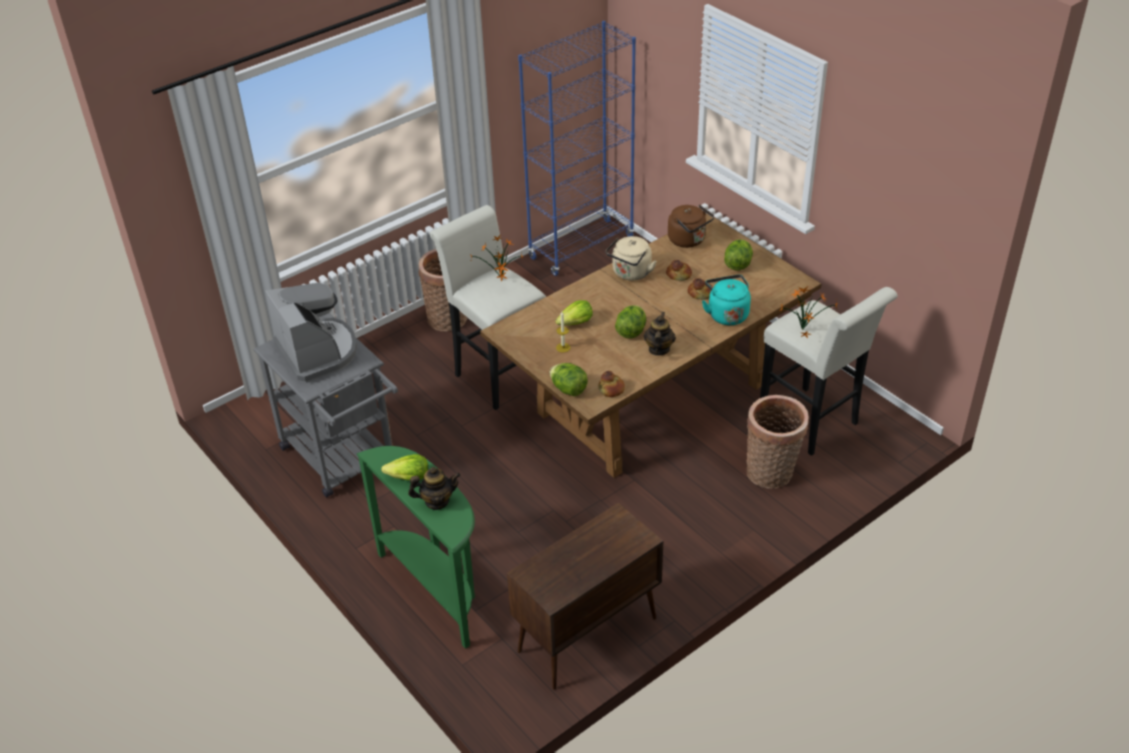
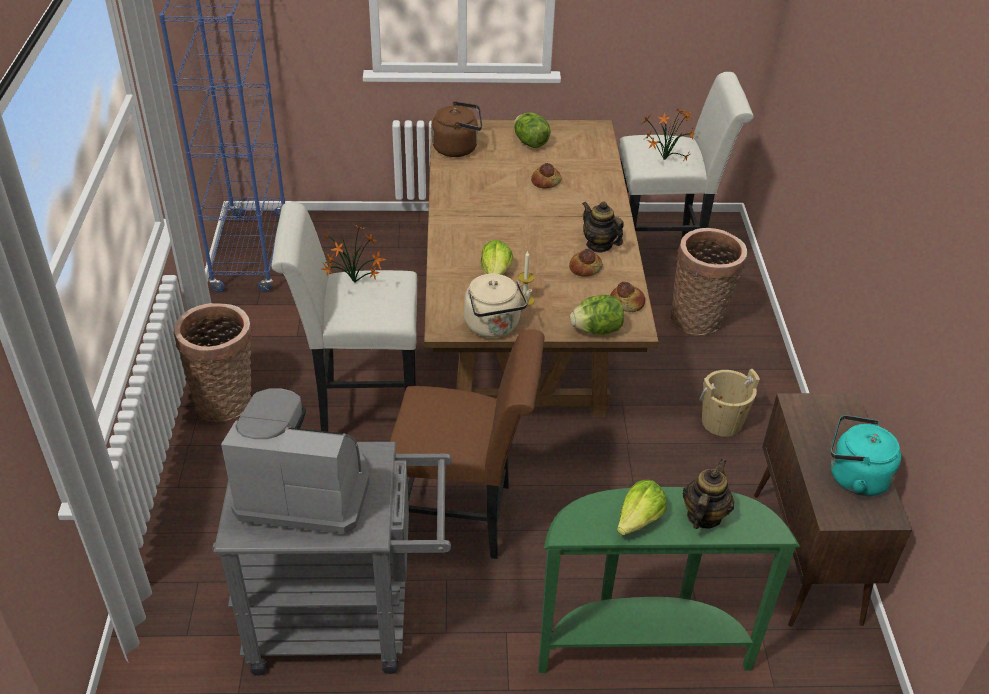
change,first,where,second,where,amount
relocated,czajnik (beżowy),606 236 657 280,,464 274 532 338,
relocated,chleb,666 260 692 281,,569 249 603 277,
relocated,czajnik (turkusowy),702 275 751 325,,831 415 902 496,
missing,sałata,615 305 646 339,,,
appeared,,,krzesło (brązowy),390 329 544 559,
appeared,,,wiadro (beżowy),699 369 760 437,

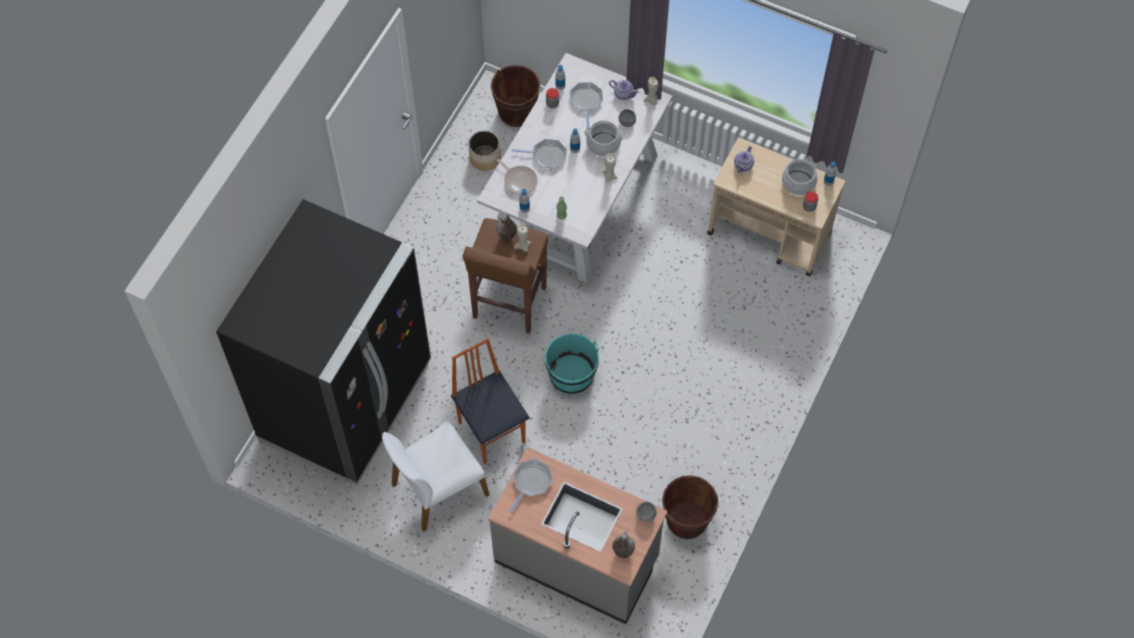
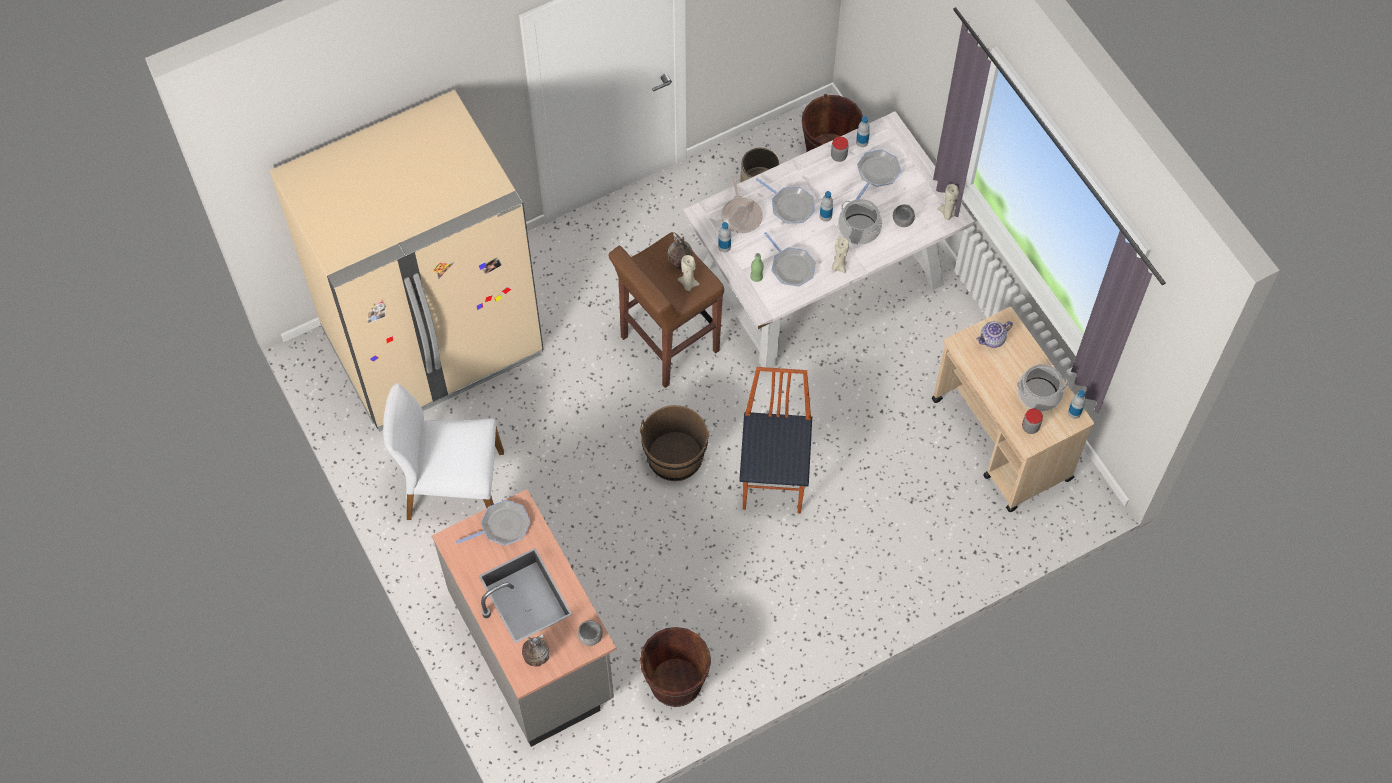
change,first,where,second,where,amount
missing,imbryk,609 80 639 100,,,
colour,lodówka (czarny),216 199 431 485,lodówka (beżowy),270 90 544 432,
colour,wiadro (turkusowy),545 333 599 394,wiadro (brązowy),640 405 709 481,
relocated,krzesło,451 338 529 464,,739 367 812 513,
appeared,,,patelnia,764 232 816 286,

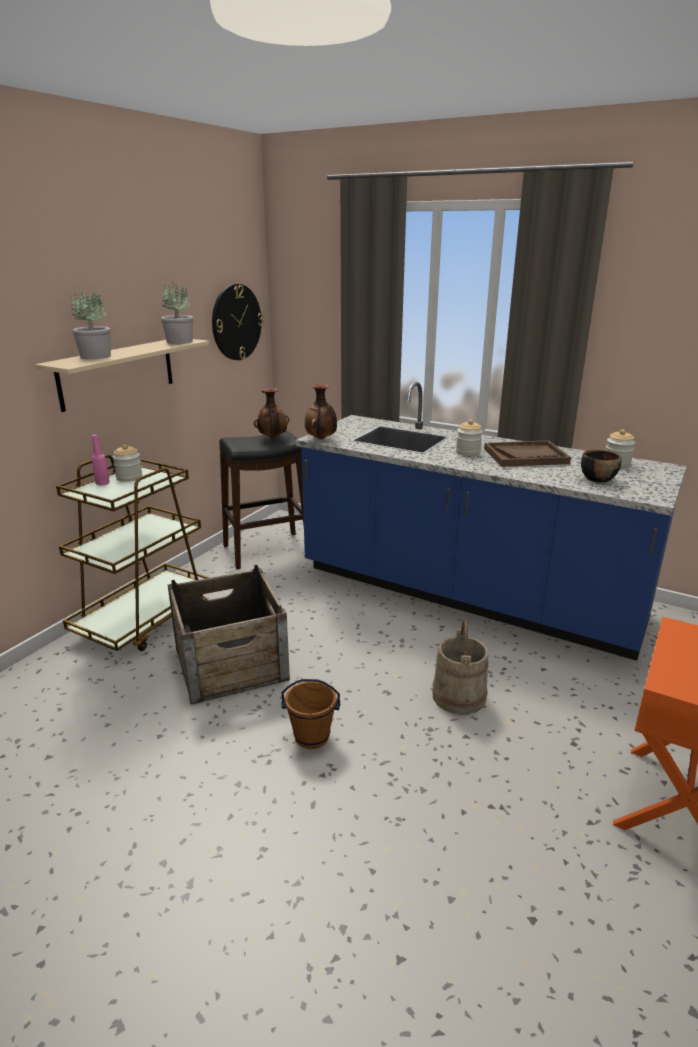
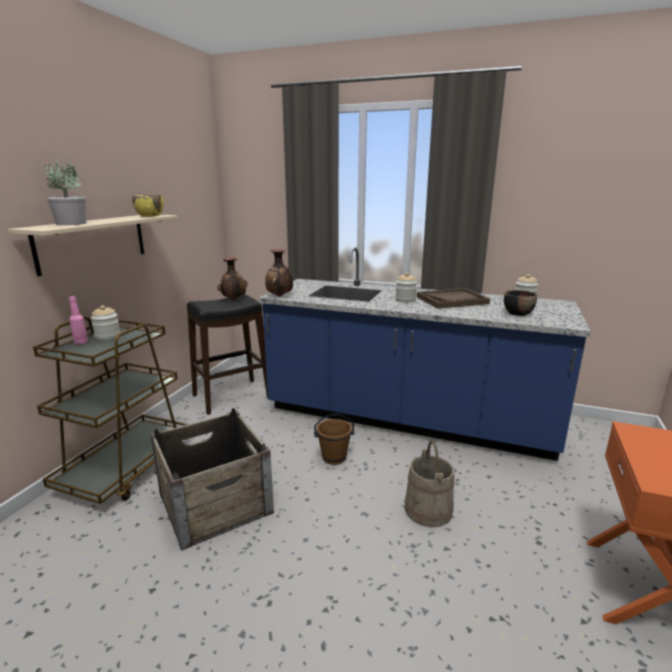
change,first,where,second,where,amount
exchanged,roślina doniczkowa,161 282 193 344,miska (żółty),132 195 164 217,
missing,zegar ścienny,212 284 263 360,,,
relocated,wiadro (brązowy),281 679 340 749,,314 414 354 465,

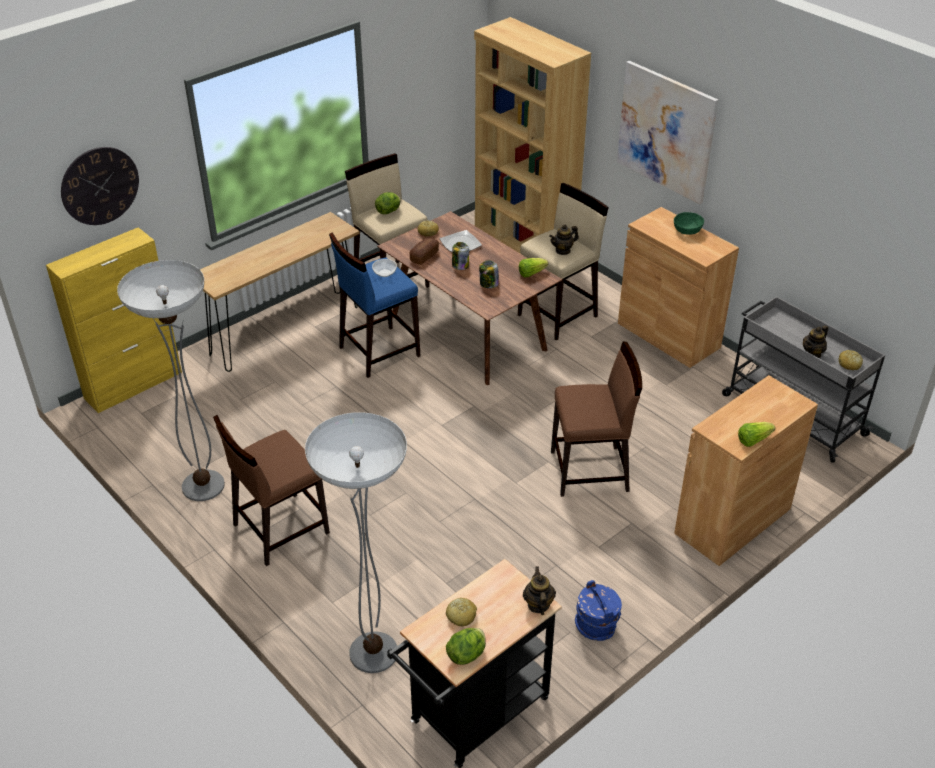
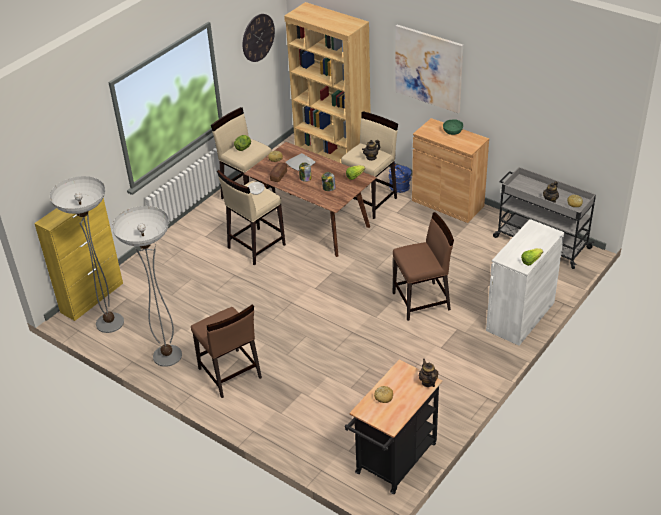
change,first,where,second,where,amount
relocated,zegar ścienny,61 147 139 225,,243 14 275 62,
missing,stolik konsolowy (brązowy),200 212 360 372,,,
colour,stołek (niebieski),329 232 421 378,stołek (beżowy),217 170 286 266,
colour,szafka (brązowy),674 375 818 566,szafka (biały),486 219 564 346,
relocated,lampa stojąca,305 412 407 673,,50 176 124 333,
spun,krzesło (brązowy),213 415 330 566,,191 304 262 398,75 degrees counterclockwise
relocated,wiadro (niebieski),575 580 622 641,,389 163 411 193,
missing,sałata,446 628 486 665,,,

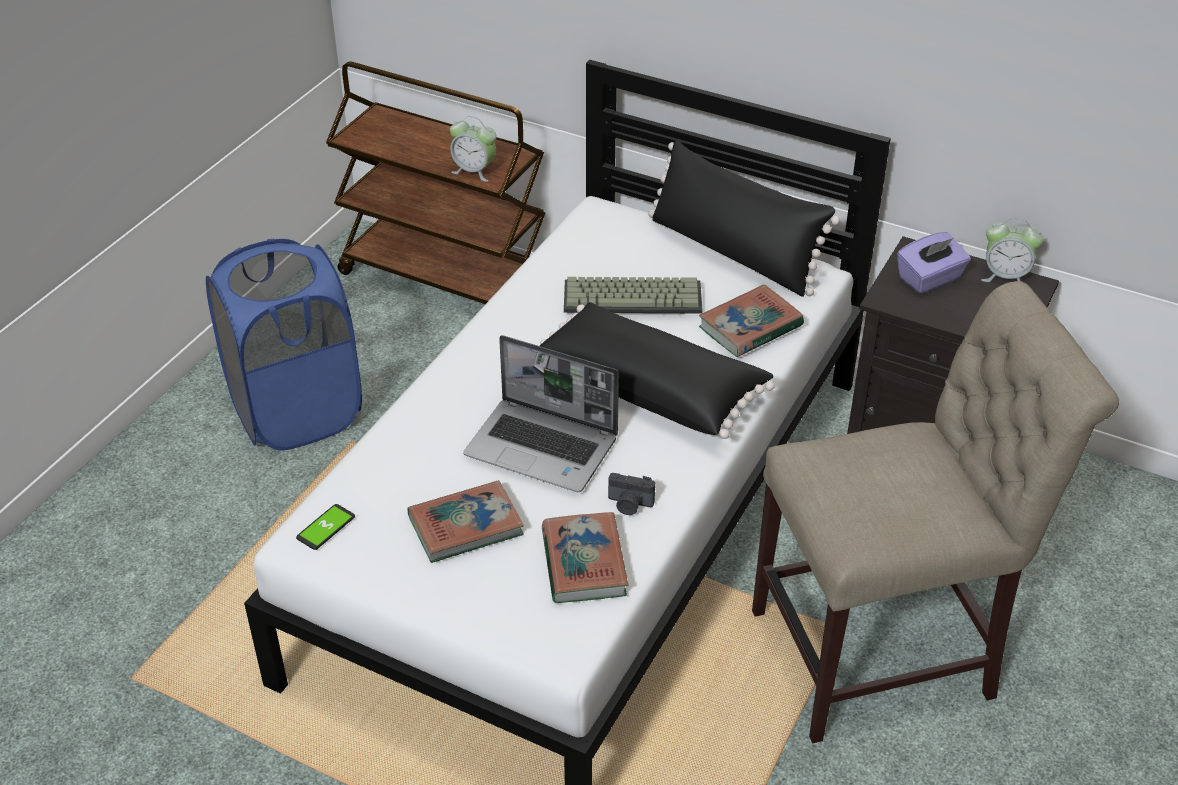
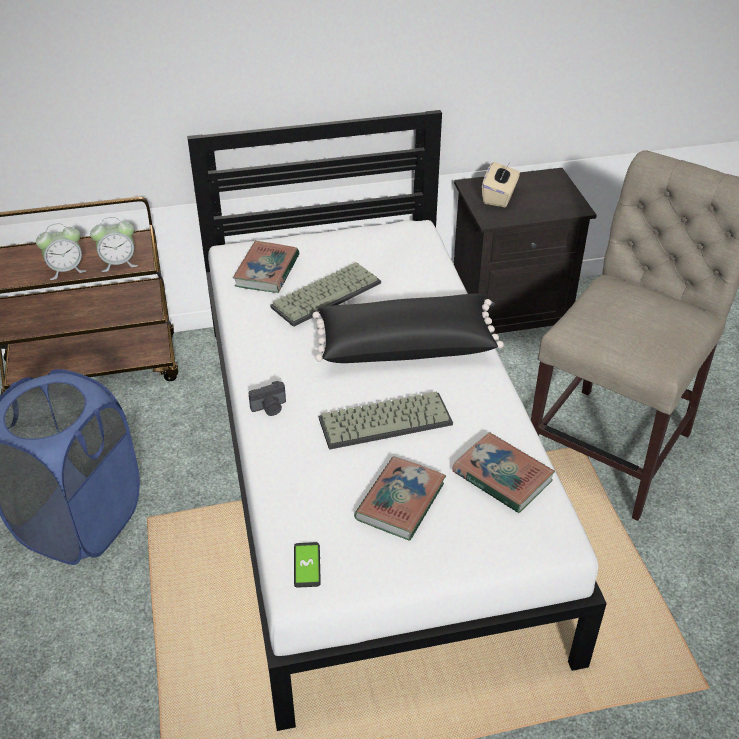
change,first,where,second,where,amount
missing,poduszka (czarny),648 140 840 297,,,
relocated,budzik,981 218 1044 282,,36 223 86 280,
colour,pudełko chusteczek (fioletowy),897 232 971 294,pudełko chusteczek (beżowy),482 162 520 207,
relocated,książka,699 284 804 357,,233 241 299 293,
exchanged,laptop,463 335 619 492,klawiatura,319 391 453 450,
relocated,aparat fotograficzny,608 473 655 515,,248 381 286 416,

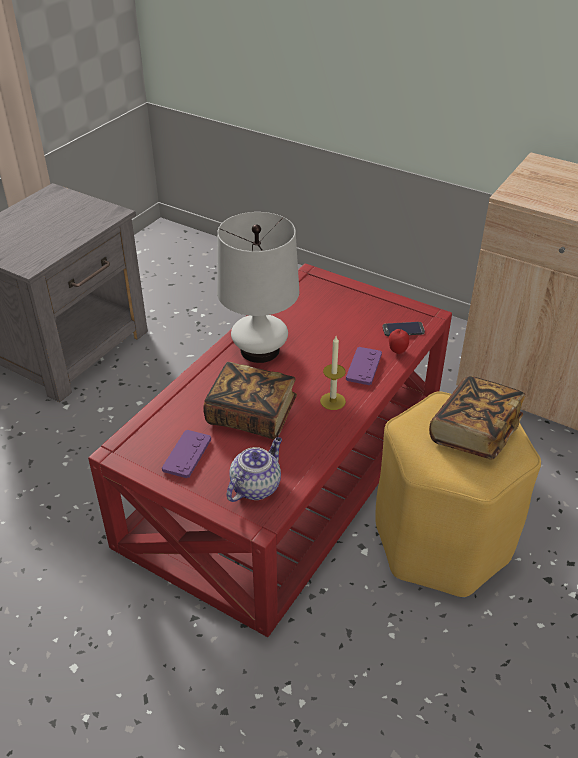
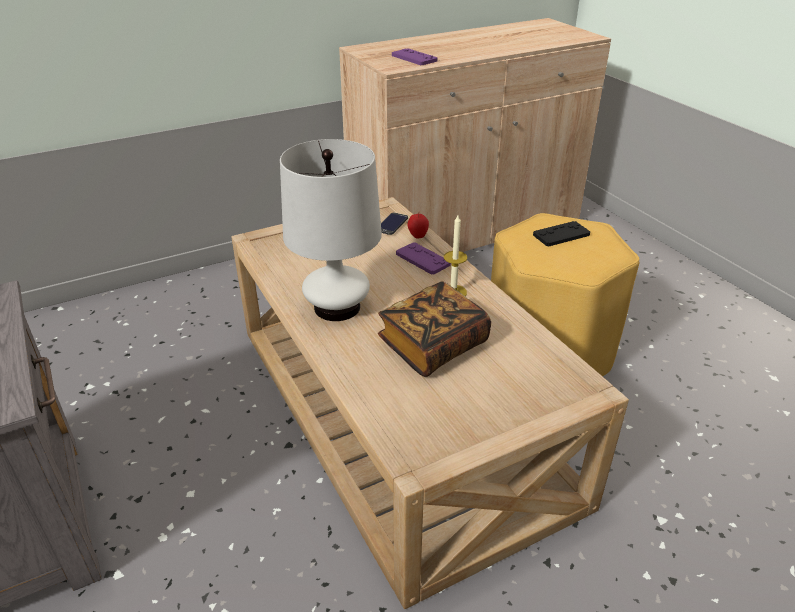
change,first,where,second,where,amount
colour,ława (czerwony),88 264 452 637,ława (beżowy),231 197 629 609,
exchanged,książka,429 376 526 460,pad do gier (czarny),533 221 590 247,
relocated,pad do gier (fioletowy),162 430 211 478,,392 48 438 65,
missing,imbryk,227 437 282 502,,,

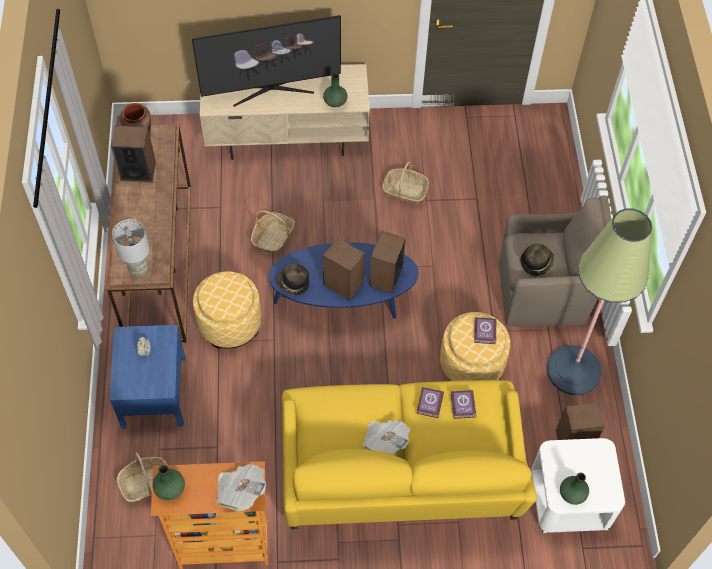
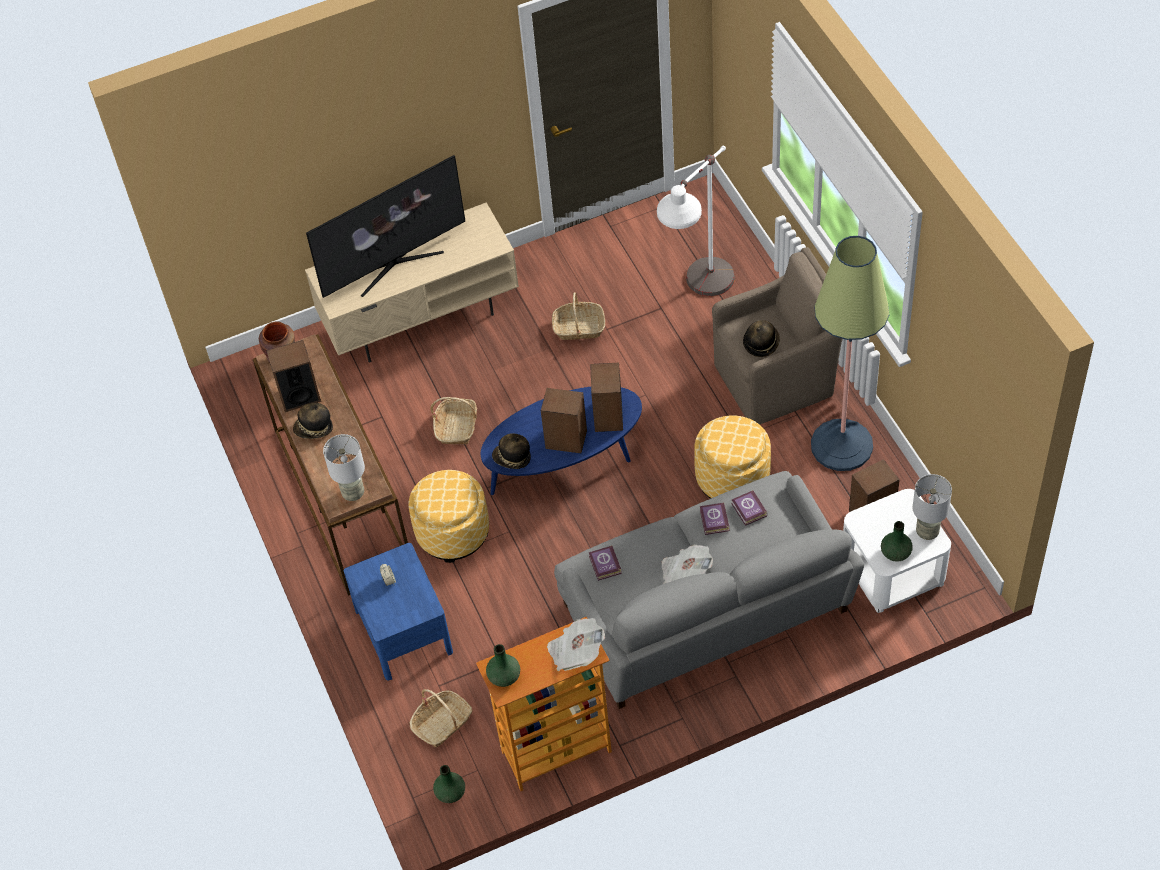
change,first,where,second,where,amount
relocated,wazon (zielony),323 73 347 107,,433 765 465 803,
relocated,książka,474 317 497 344,,589 546 622 581,
colour,kanapa (żółty),282 380 537 529,kanapa (szary),554 471 864 709,
appeared,,,lampa stojąca (biały),657 146 735 296,
appeared,,,kapelusz,293 403 333 439,
appeared,,,lampa stołowa (szary),913 474 952 540,

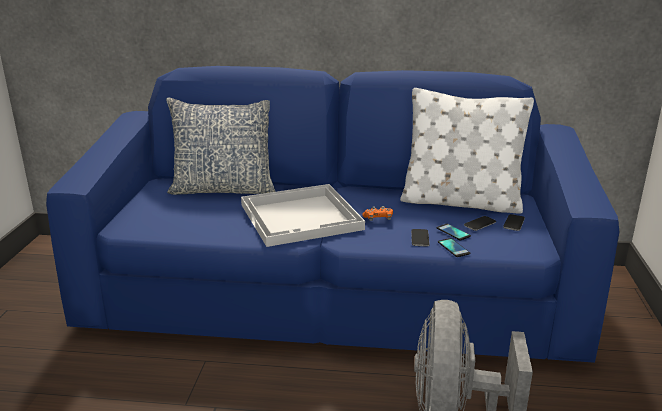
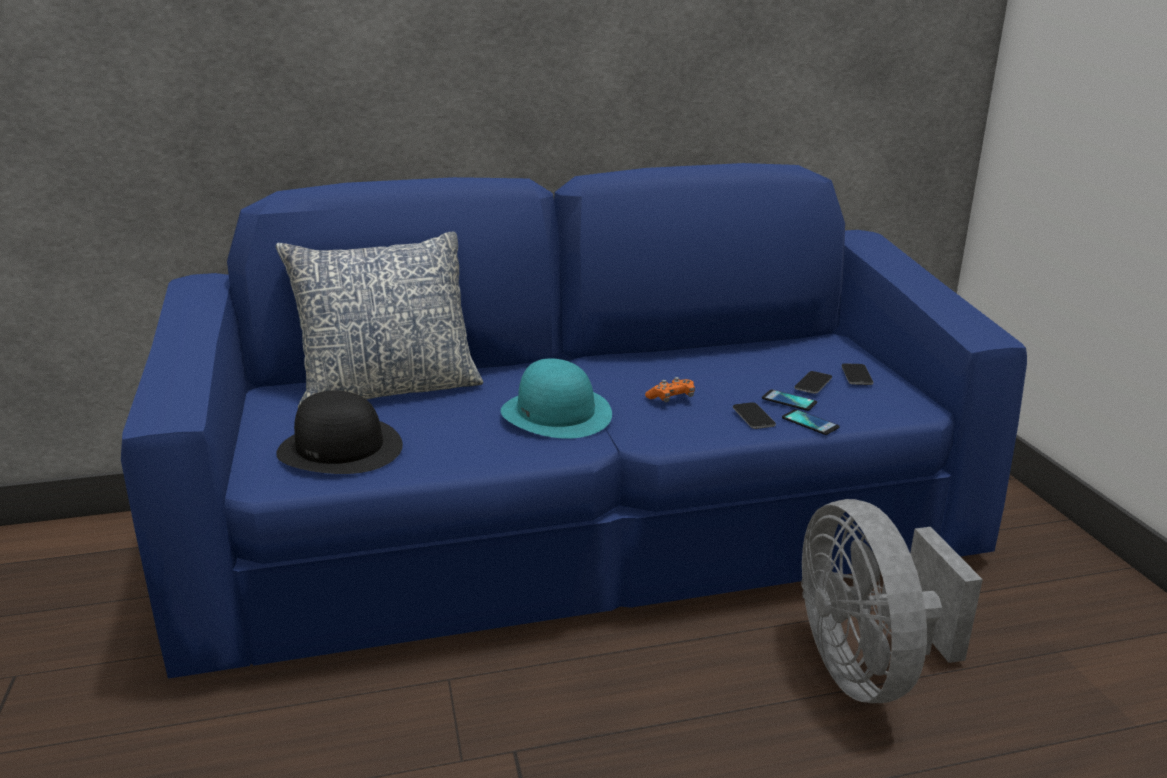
change,first,where,second,where,amount
missing,poduszka (biały),400 88 534 213,,,
exchanged,taca (biały),241 184 365 247,kapelusz (turkusowy),501 358 612 439,
appeared,,,kapelusz (czarny),276 391 403 474,

